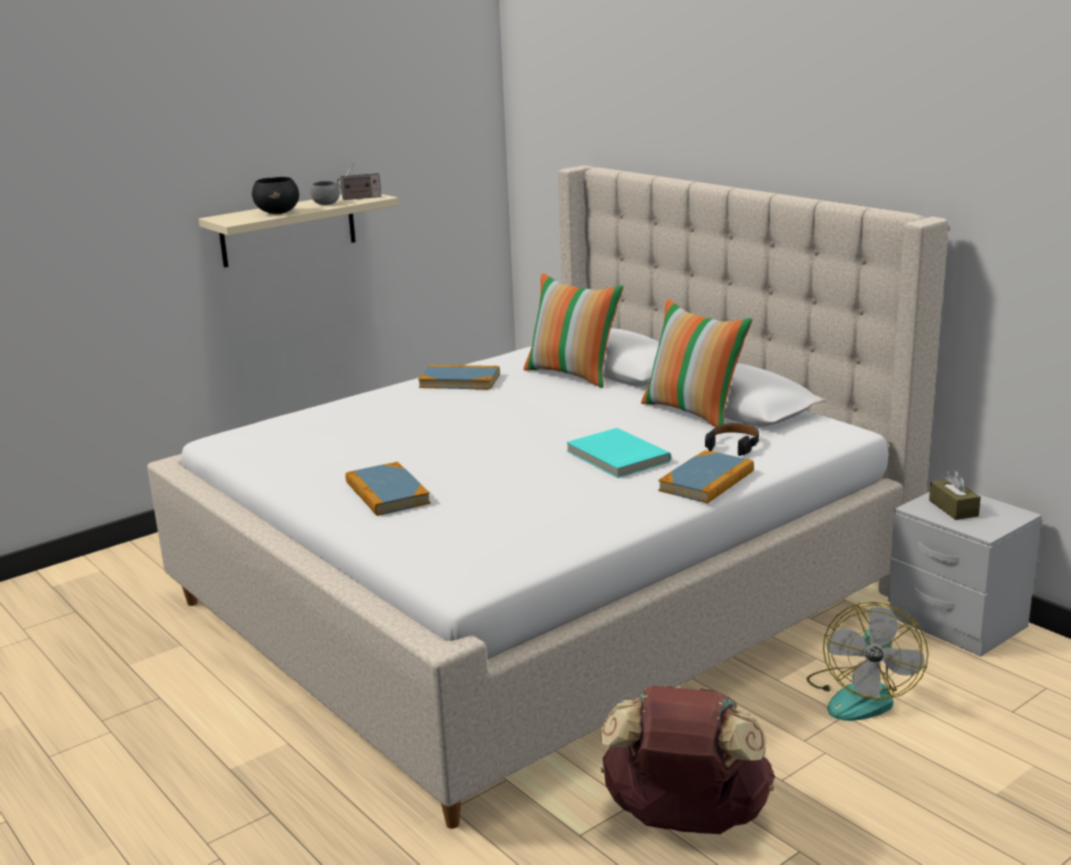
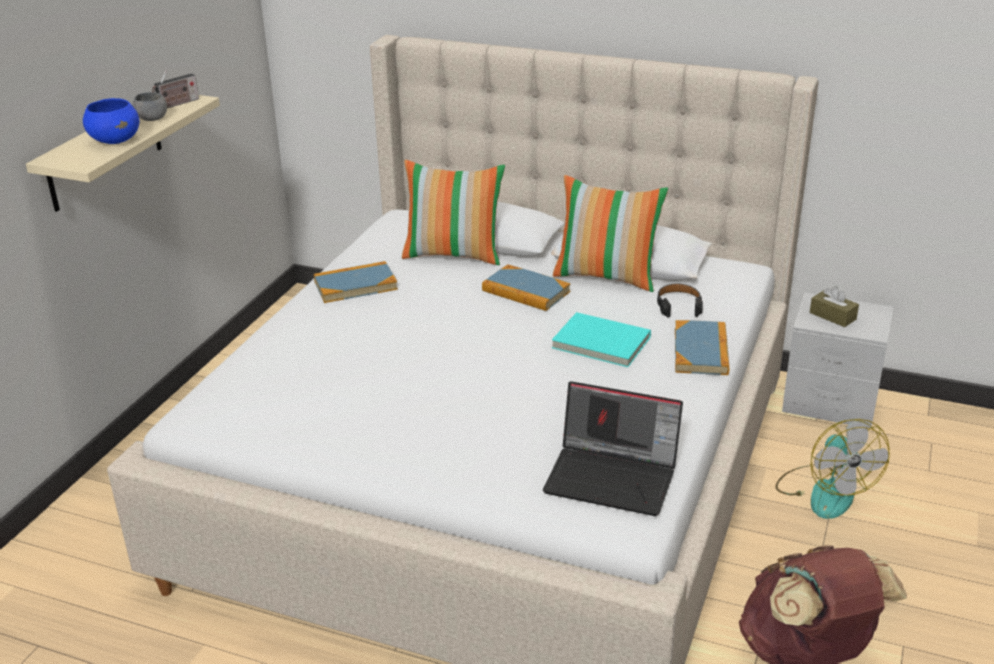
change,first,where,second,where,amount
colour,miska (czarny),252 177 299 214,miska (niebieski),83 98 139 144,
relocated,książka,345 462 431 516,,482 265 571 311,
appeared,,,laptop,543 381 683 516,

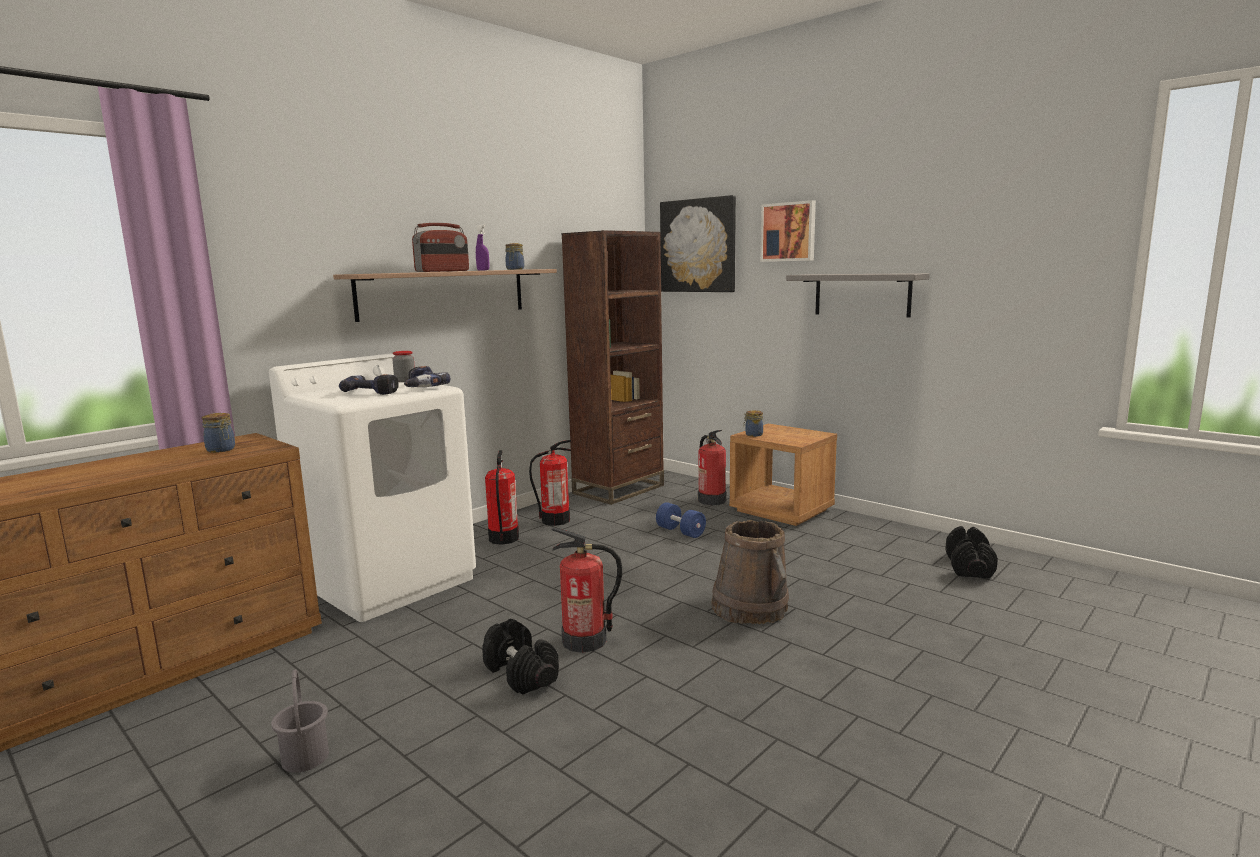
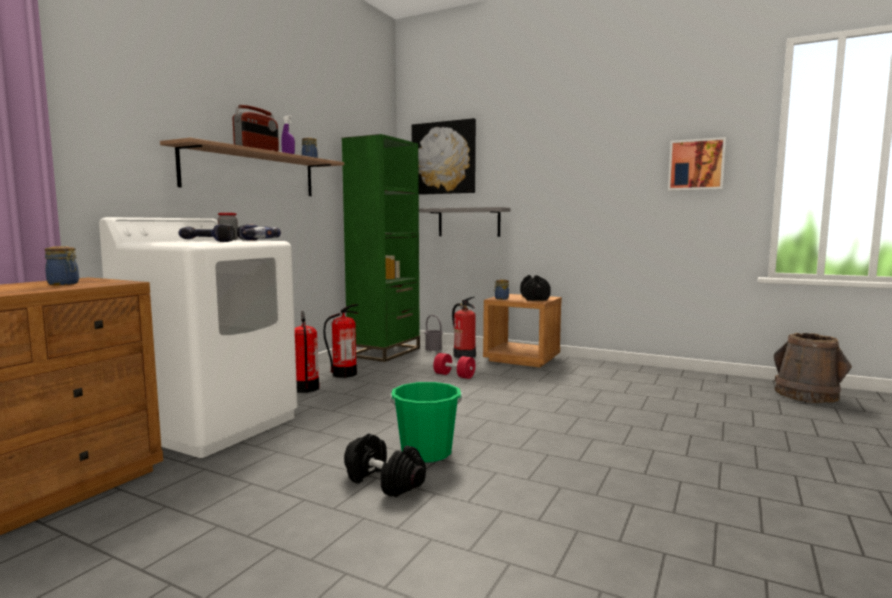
change,first,where,second,where,amount
relocated,obraz,760 200 816 262,,668 137 726 191,
colour,regał (brązowy),561 230 664 505,regał (zielony),342 134 420 362,
relocated,półka (szary),786 273 930 318,,419 207 511 237,
colour,hantel (niebieski),656 502 706 538,hantel (czerwony),433 353 475 379,
relocated,wiadro (brązowy),711 520 789 624,,774 333 852 403,
relocated,hantel (czarny),945 526 998 578,,520 275 551 301,
exchanged,gaśnica,552 528 622 653,wiadro (zielony),390 382 462 462,
relocated,wiadro (szary),271 669 329 773,,424 315 443 351,

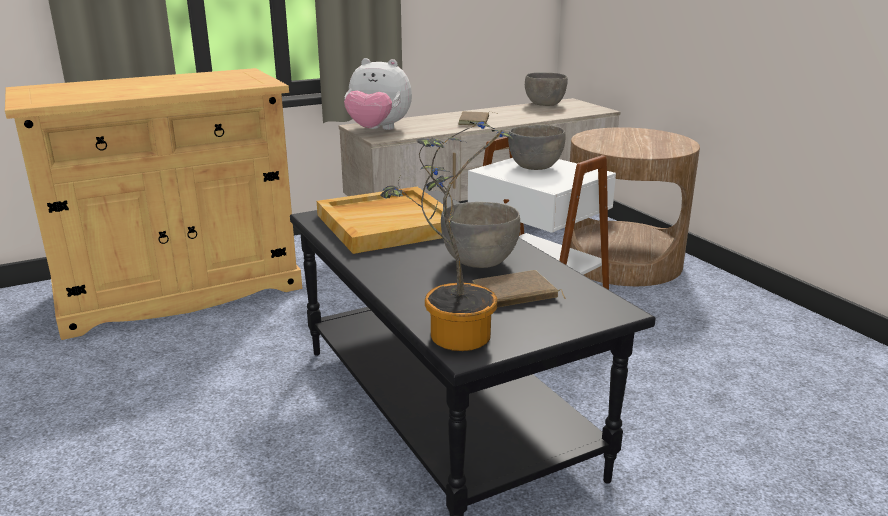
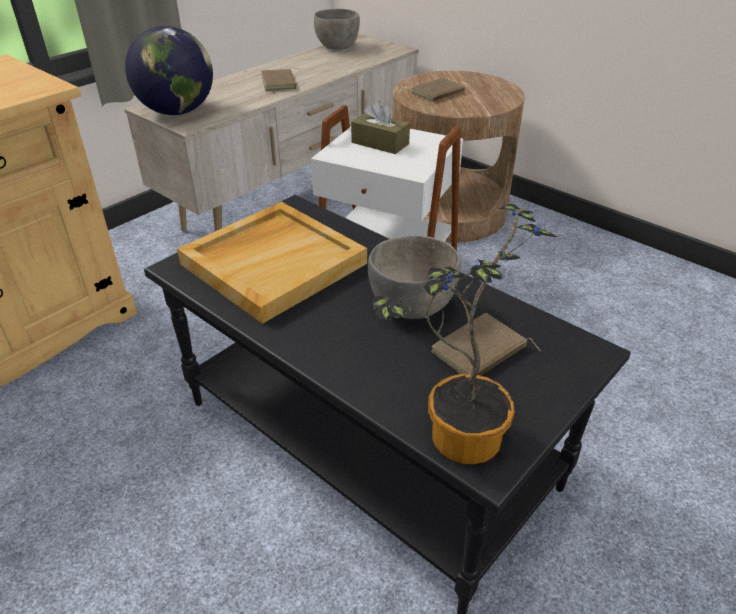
change,first,where,second,where,amount
exchanged,pluszak,344 58 412 130,globus,125 26 213 115,
exchanged,miska (szary),508 125 565 170,pudełko chusteczek (brązowy),351 101 410 154,
appeared,,,książka (brązowy),412 77 472 102,

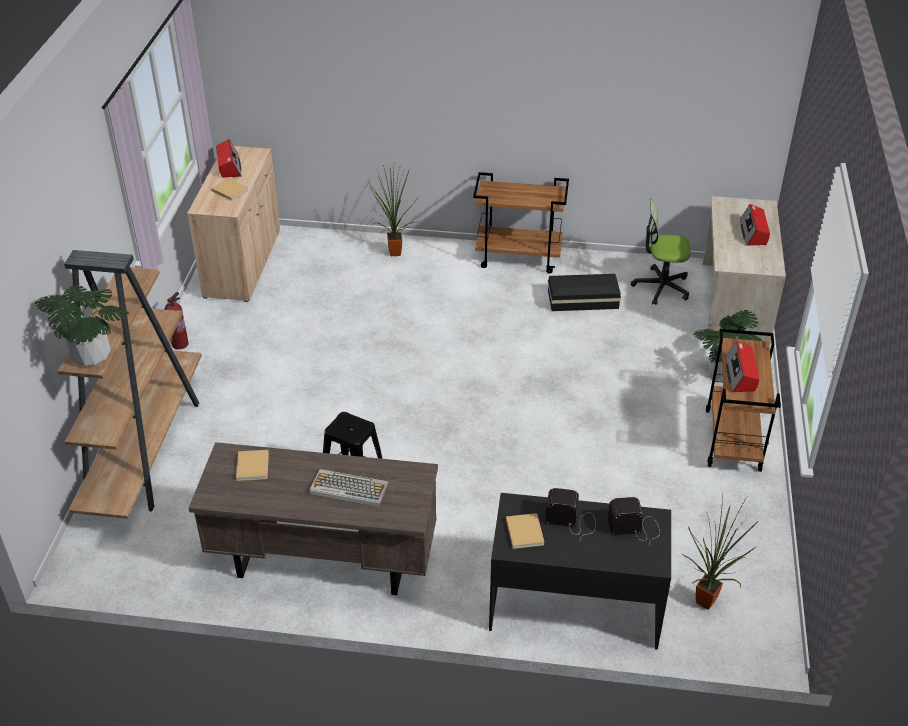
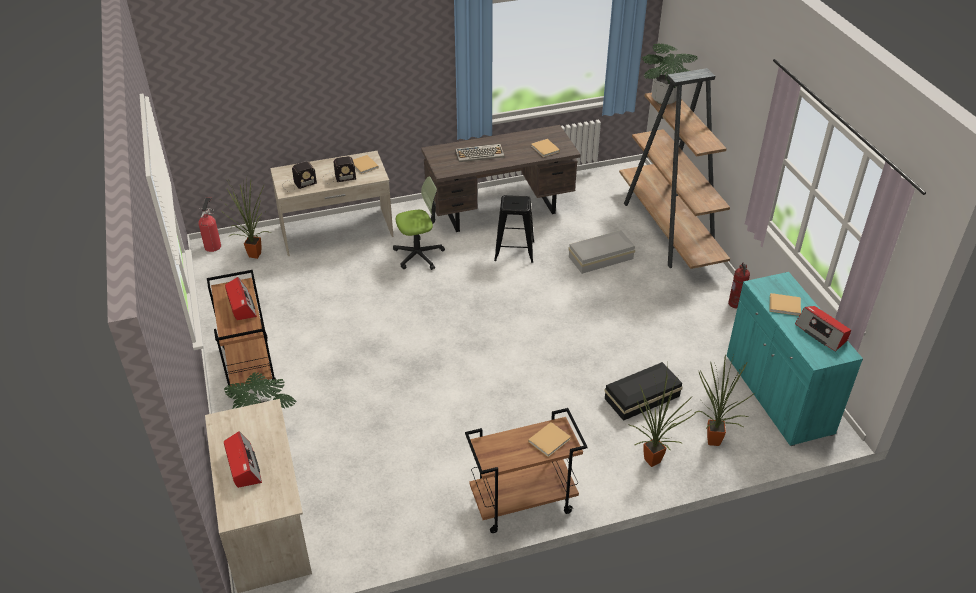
change,first,where,second,where,amount
colour,szafka (beżowy),187 146 280 302,szafka (turkusowy),727 272 863 446,
relocated,krzesło biurowe,631 199 690 305,,393 176 445 270,
relocated,pojemnik do przechowywania (czarny),548 274 621 311,,605 362 683 421,
colour,biurko (czarny),489 493 671 650,biurko (beżowy),270 151 393 256,
appeared,,,gaśnica,198 197 221 252,
appeared,,,pojemnik do przechowywania (biały),568 230 635 274,
appeared,,,roślina doniczkowa,693 354 753 446,
appeared,,,książka (beżowy),528 422 571 457,

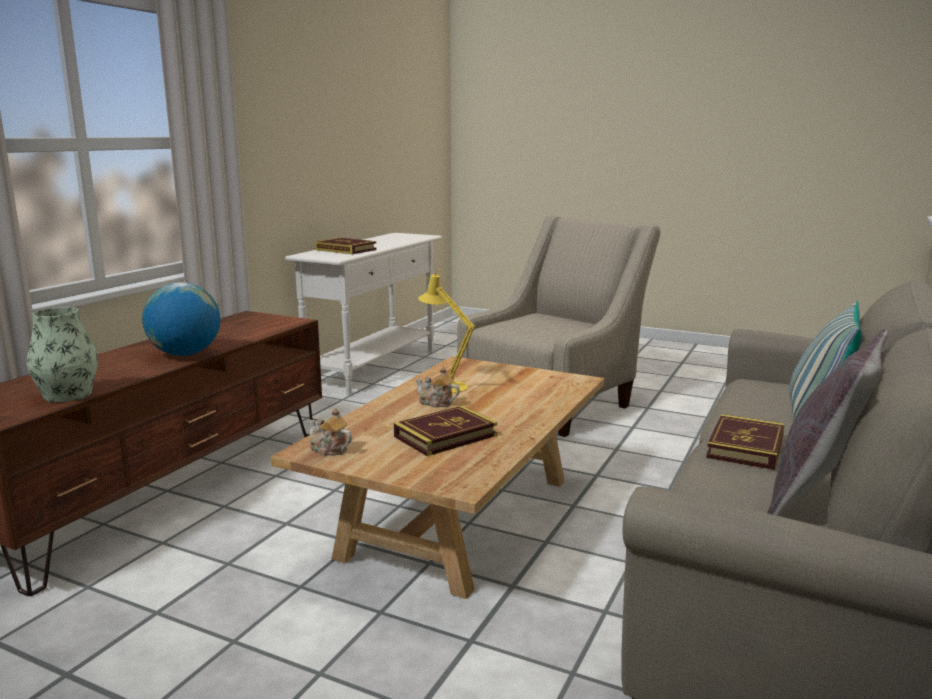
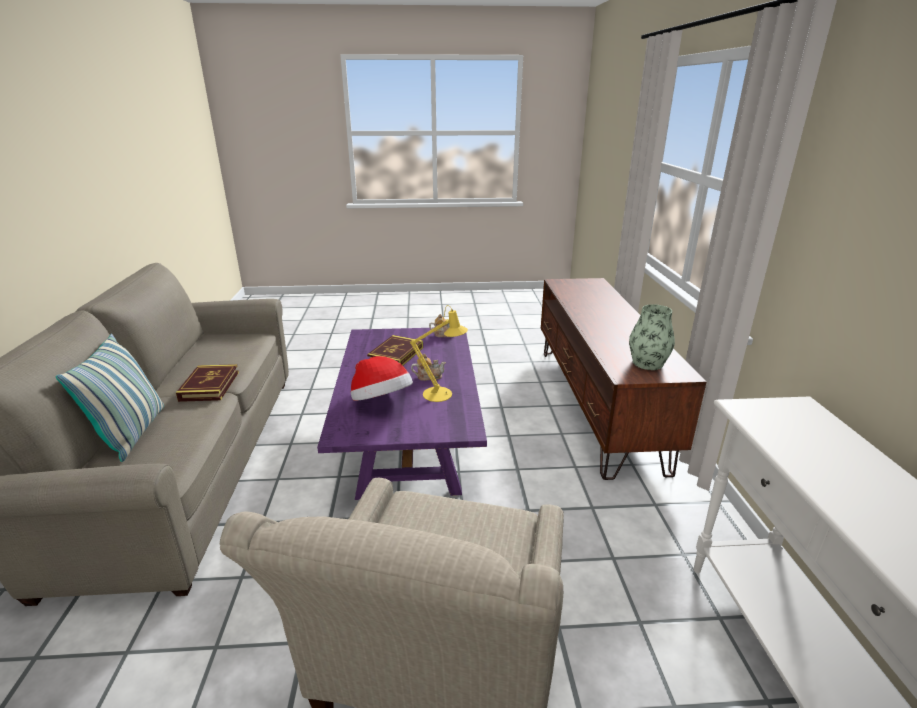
change,first,where,second,where,amount
missing,książka,315 238 377 254,,,
missing,globus,142 282 220 356,,,
relocated,wazon,27 307 98 402,,629 304 675 370,
missing,poduszka (szary),767 329 888 516,,,
colour,ława (beżowy),271 356 604 599,ława (fioletowy),317 328 487 500,
appeared,,,kapelusz,351 356 413 401,

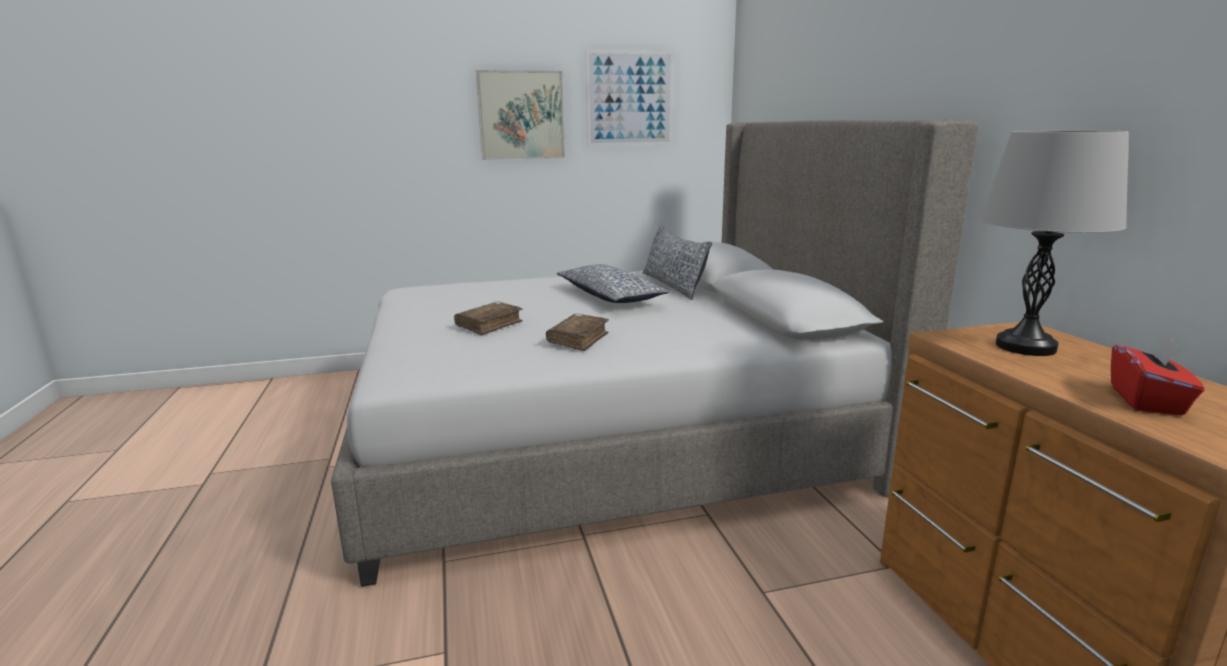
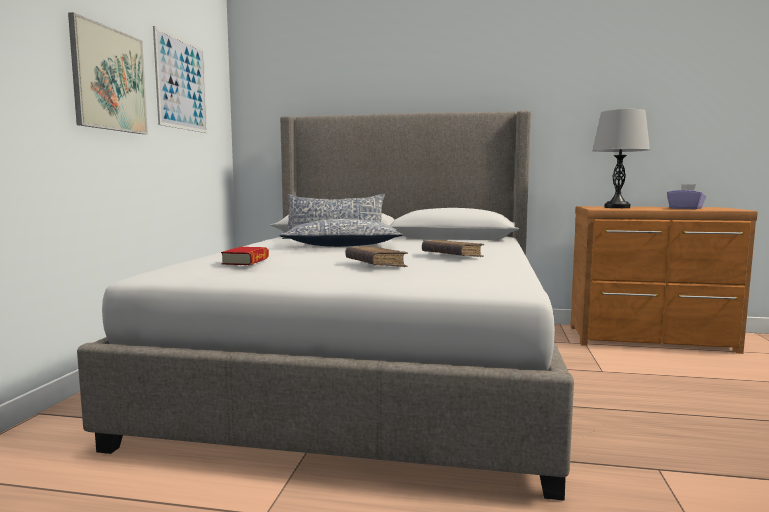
change,first,where,second,where,amount
colour,pudełko chusteczek (czerwony),1111 336 1205 416,pudełko chusteczek (fioletowy),667 184 706 209,
appeared,,,książka,221 247 269 265,

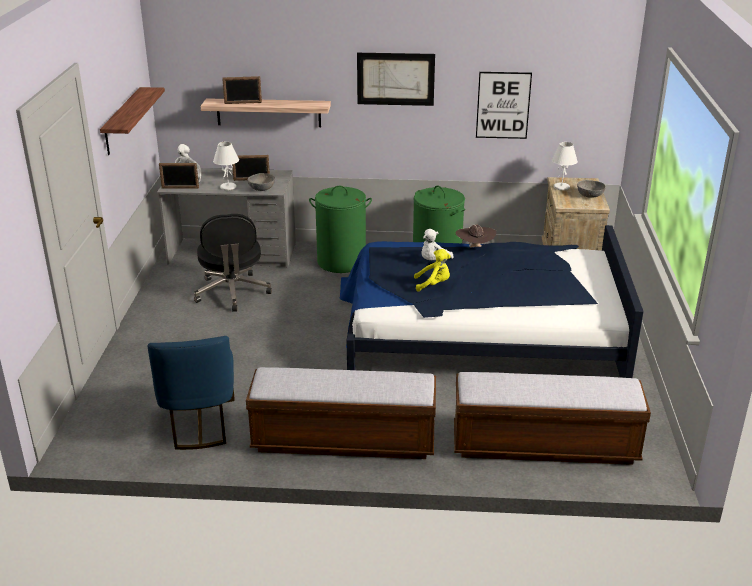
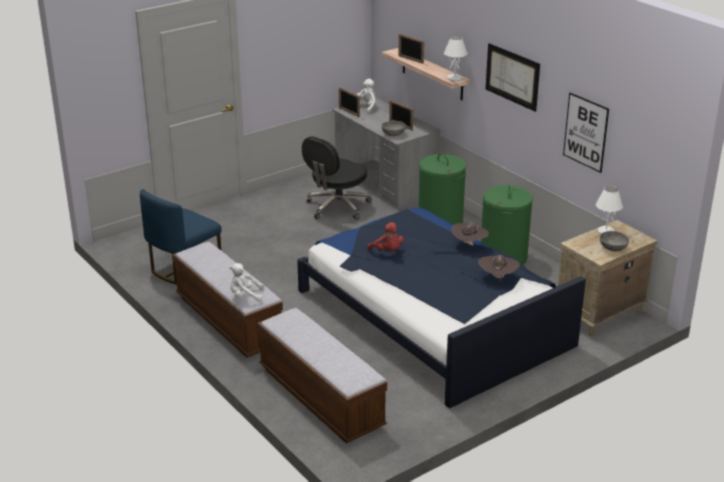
change,first,where,second,where,amount
missing,półka,100 87 165 155,,,
relocated,lampa stołowa (biały),213 142 239 191,,444 36 467 81,
relocated,pluszak (biały),421 229 453 260,,229 263 264 302,
colour,pluszak (żółty),414 249 451 291,pluszak (czerwony),368 222 404 251,
appeared,,,kapelusz (brązowy),478 255 520 280,

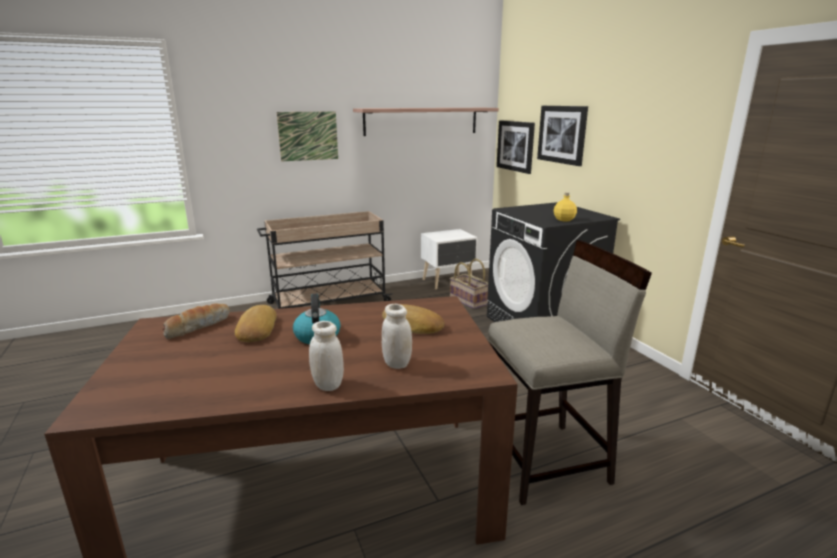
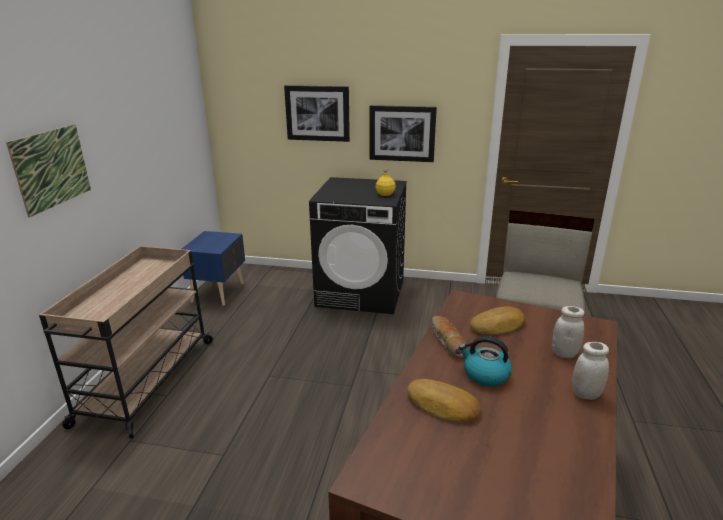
change,first,where,second,where,amount
missing,półka,353 108 499 136,,,
relocated,obraz,497 121 535 174,,369 105 437 162,
colour,szafka nocna (biały),421 229 478 289,szafka nocna (niebieski),182 231 245 306,
missing,koszyk,450 259 488 309,,,
relocated,chleb,162 303 230 339,,432 316 469 359,

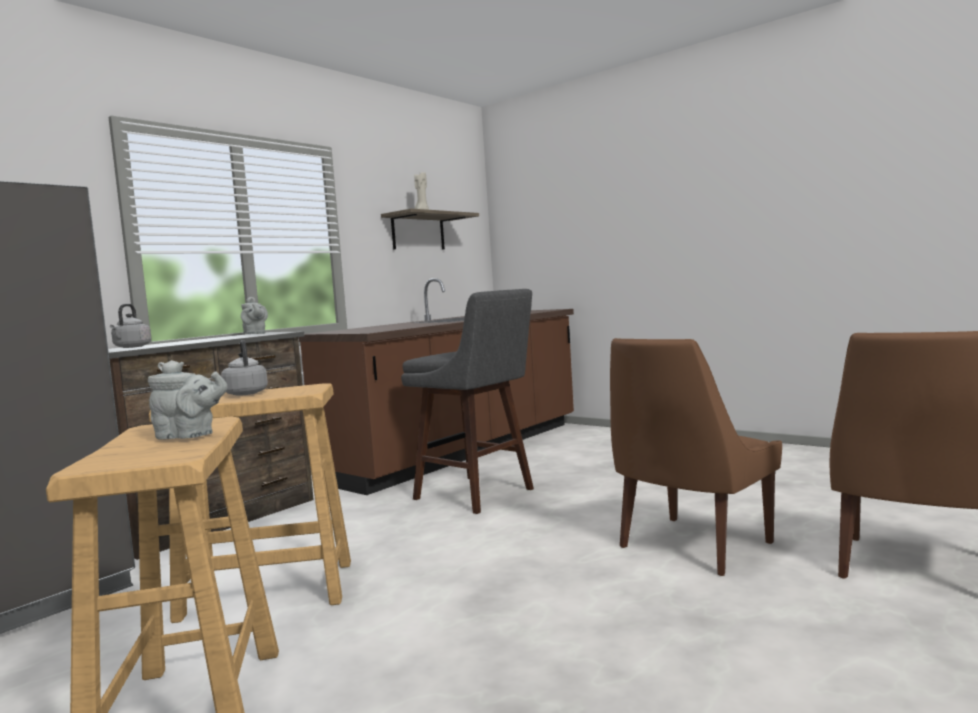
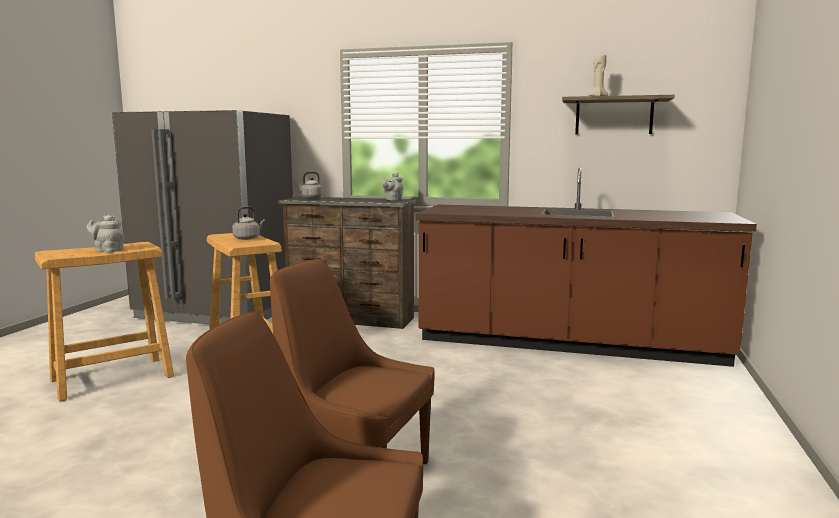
change,first,where,second,where,amount
missing,stołek (szary),401 289 534 514,,,
spun,imbryk (szary),148 360 227 440,,87 215 124 253,120 degrees clockwise

